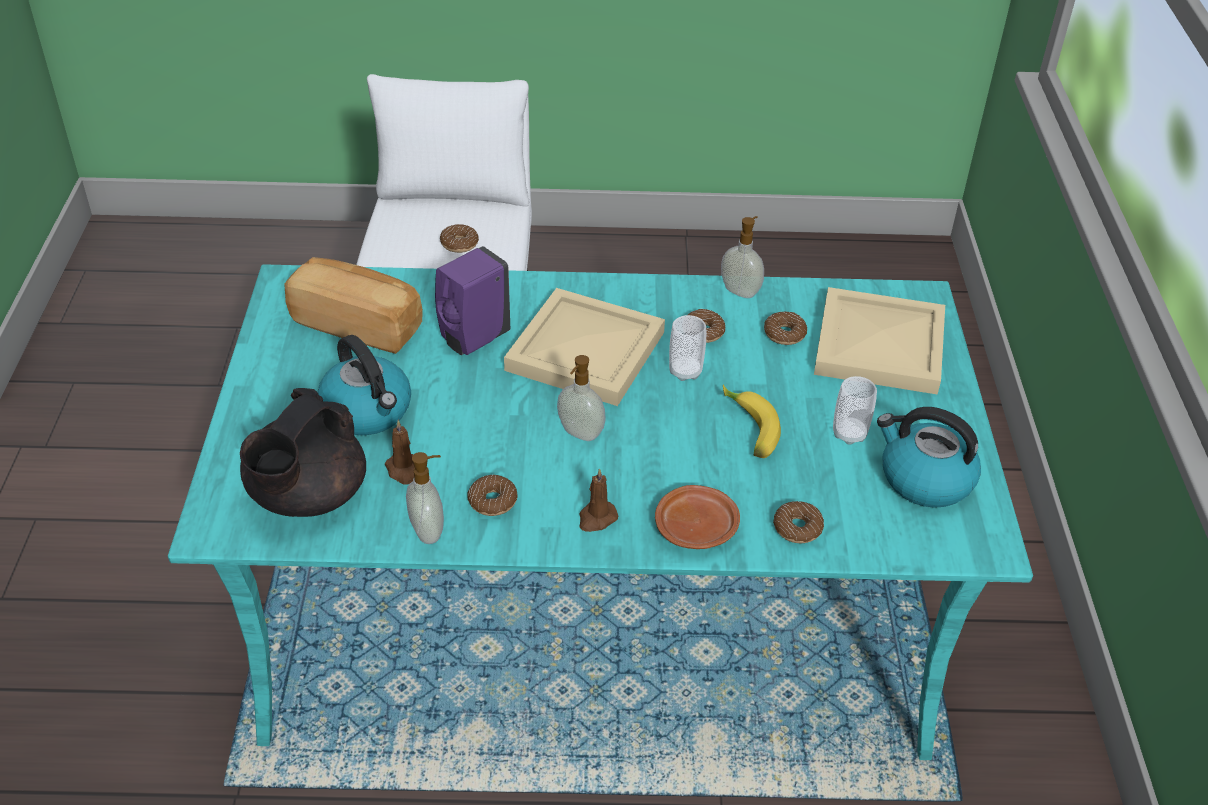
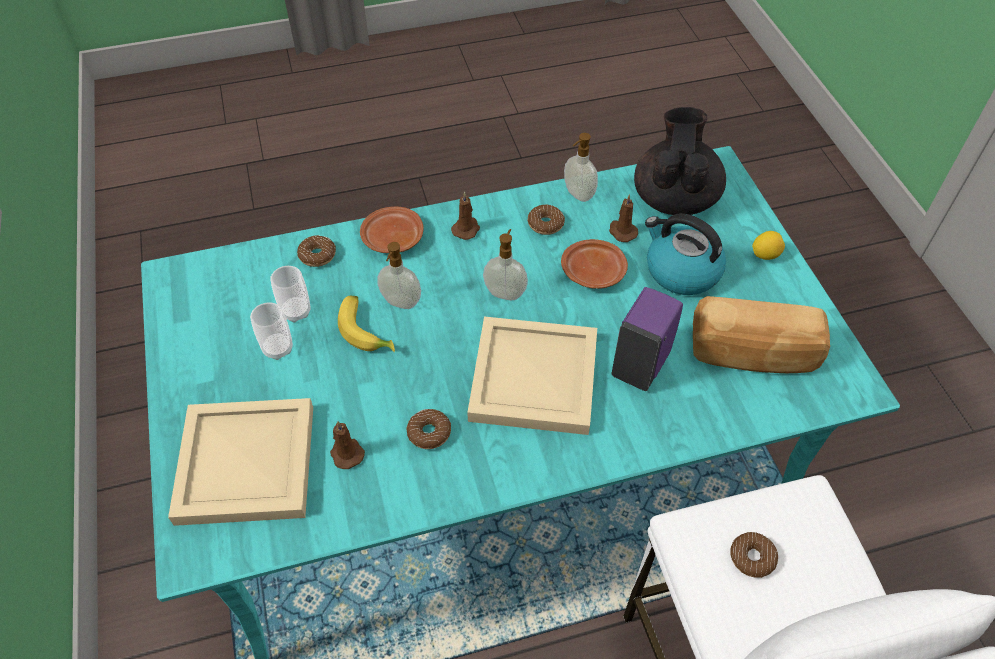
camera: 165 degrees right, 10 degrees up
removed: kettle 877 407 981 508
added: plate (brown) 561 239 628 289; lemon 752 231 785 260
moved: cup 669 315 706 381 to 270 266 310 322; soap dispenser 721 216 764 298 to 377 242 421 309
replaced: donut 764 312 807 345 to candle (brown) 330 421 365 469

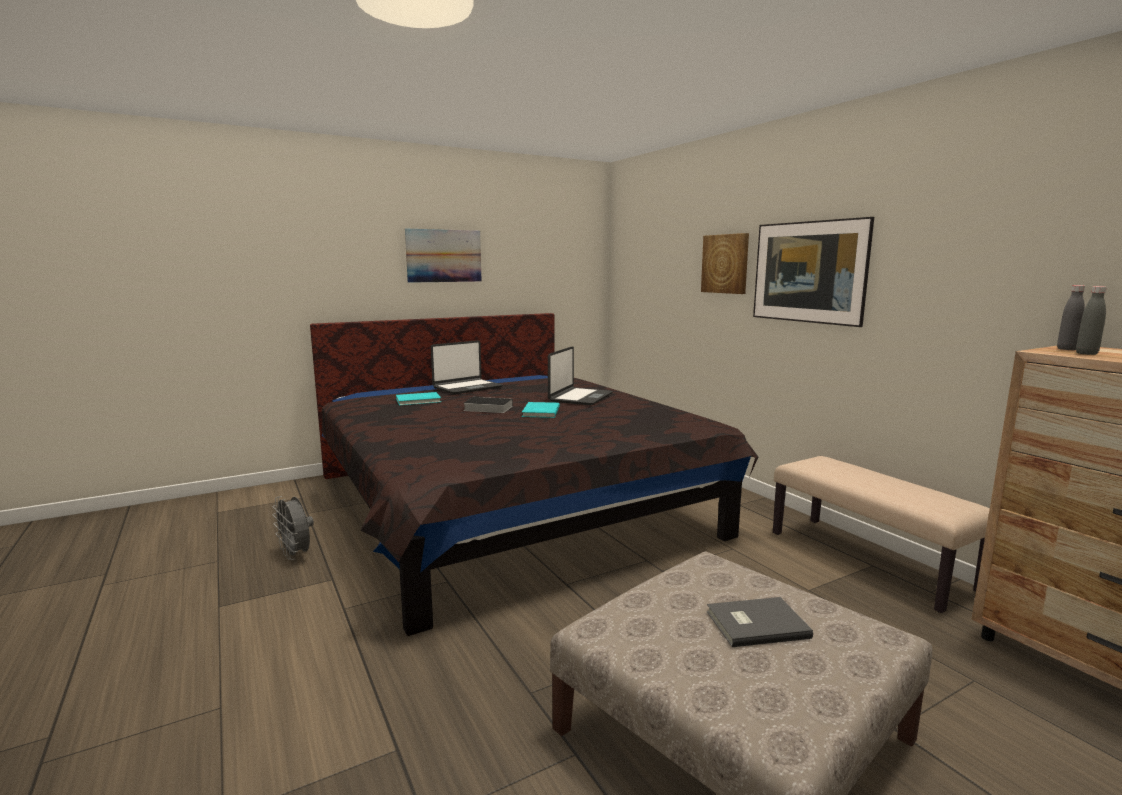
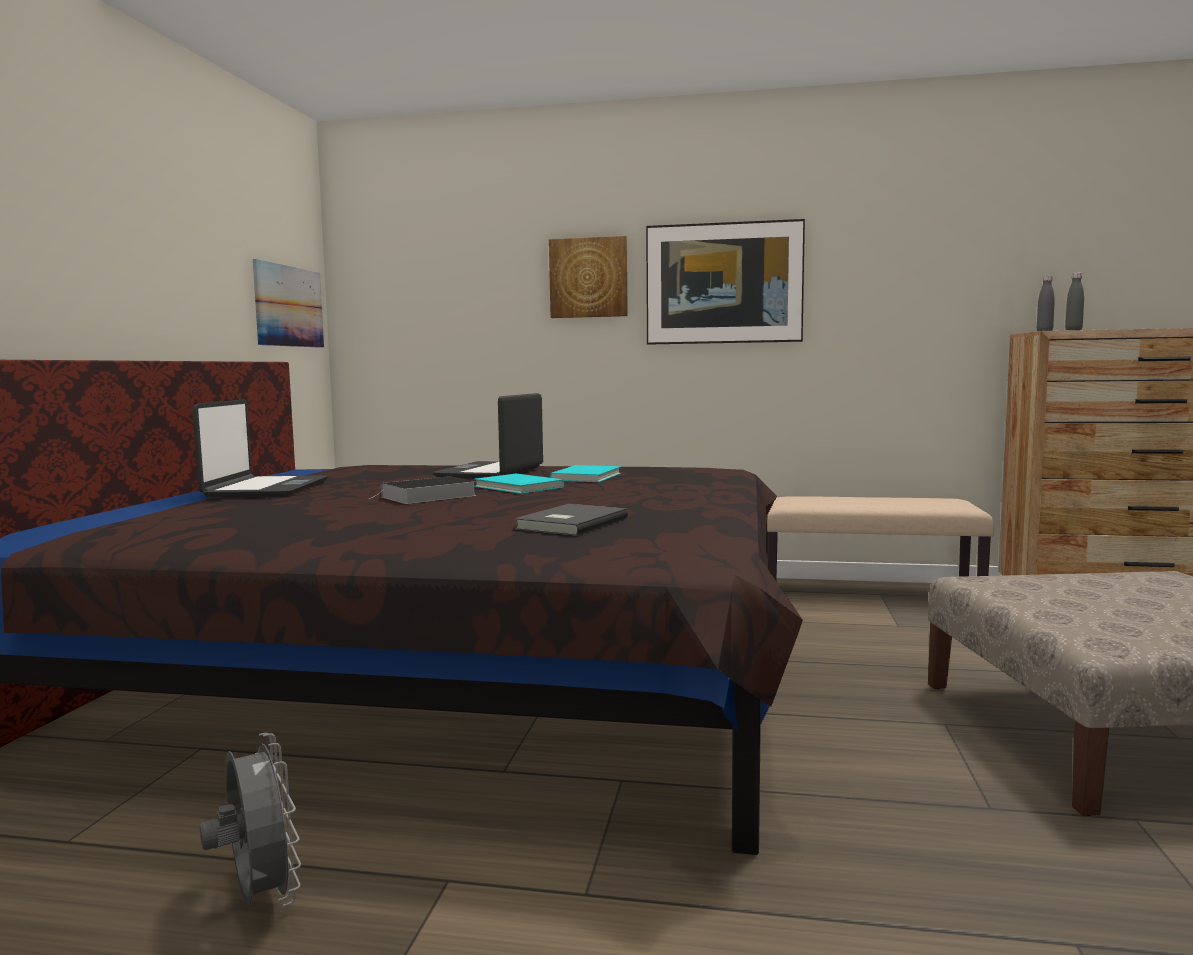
camera: 50 degrees left, 5 degrees down
moved: book (turquoise) 396 392 441 405 to 550 465 621 482; picture 405 228 482 283 to 253 259 324 348; book (grey) 707 597 813 647 to 514 504 628 536
turned: fan (grey) 272 496 314 560 = 200 733 301 907 120 degrees counterclockwise; laptop 548 346 613 406 = 433 393 543 479 135 degrees counterclockwise

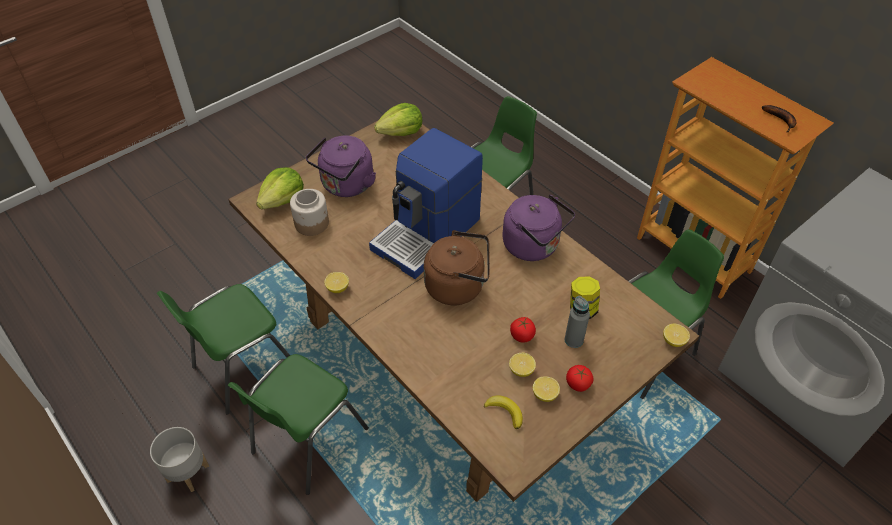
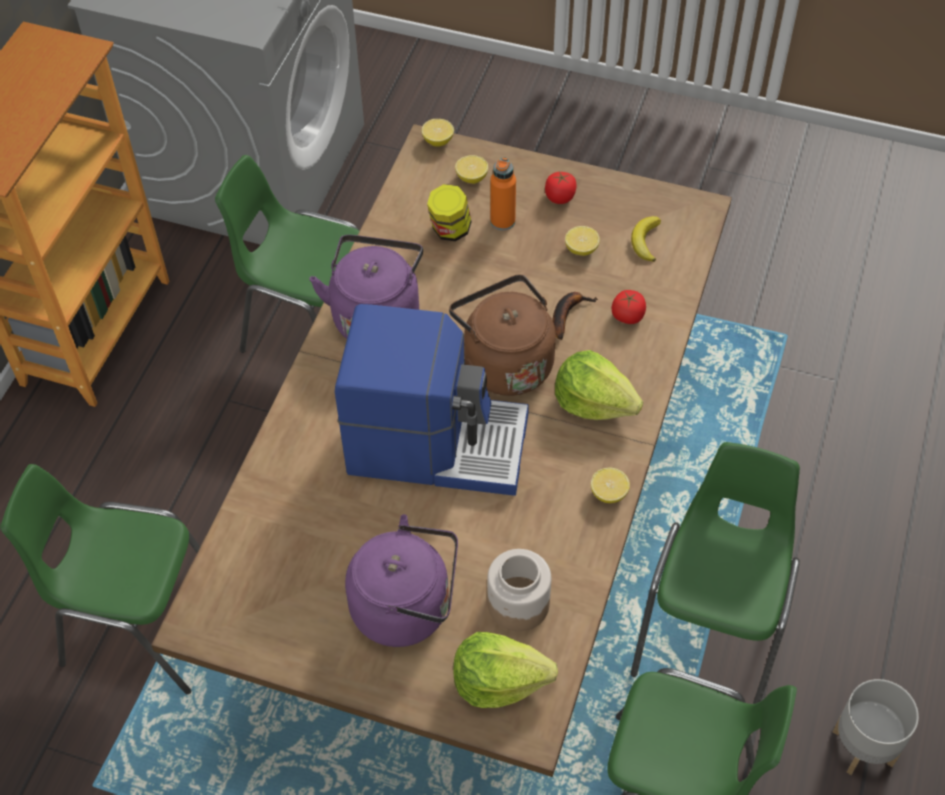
camera: 120 degrees left, 5 degrees up
moved: lettuce 374 103 422 136 to 555 350 643 420; tomato 510 317 536 343 to 612 290 646 324; lemon 533 376 560 402 to 455 155 488 184; banana 762 105 796 132 to 552 292 598 340
recoloured: bottle (grey) 565 296 590 348 to bottle (orange) 490 157 516 230
turned: chair (green) 228 354 369 495 = 631 442 800 704 75 degrees counterclockwise

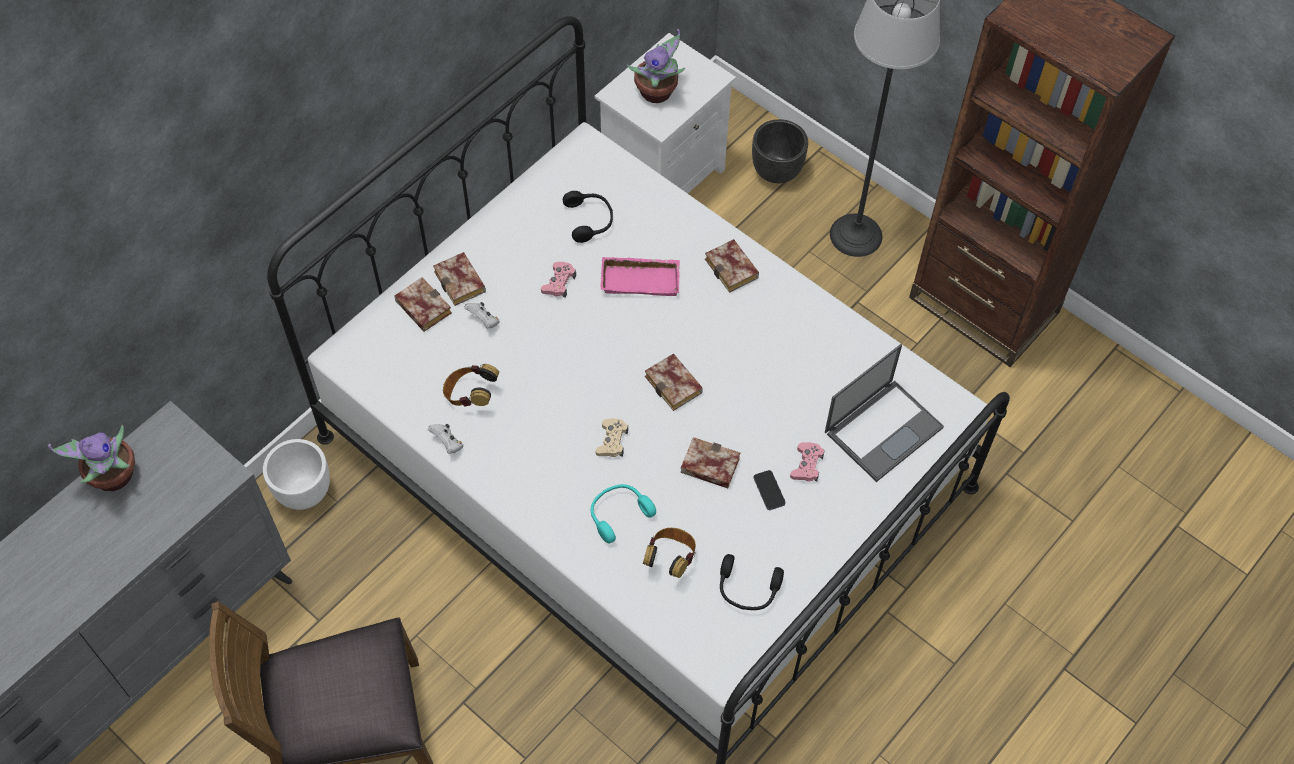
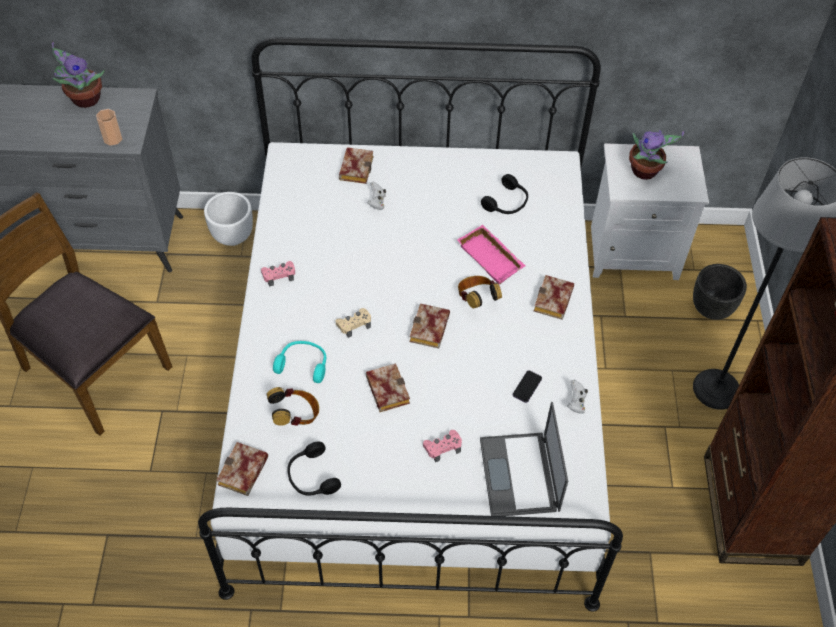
camera: 50 degrees right, 5 degrees down
added: cup 96 109 122 146
moved: game controller (white) 428 424 463 454 to 568 380 588 414; book 433 252 486 306 to 216 442 268 496; headphones 443 364 499 406 to 458 276 502 308; game controller (pink) 541 262 576 298 to 261 261 295 287; phone 754 470 786 510 to 513 370 542 403
turned: laptop 825 344 944 482 = 480 402 568 516 75 degrees clockwise

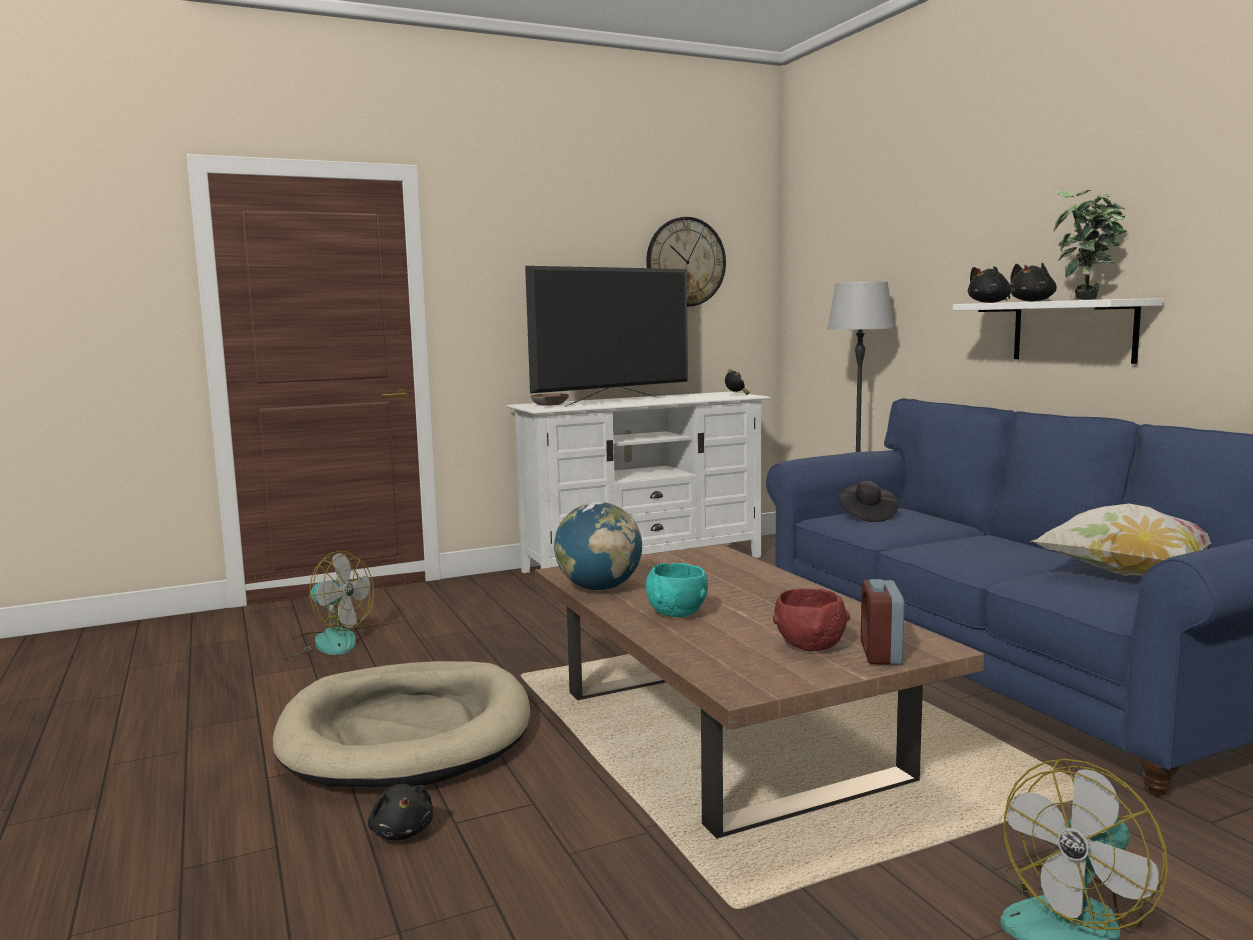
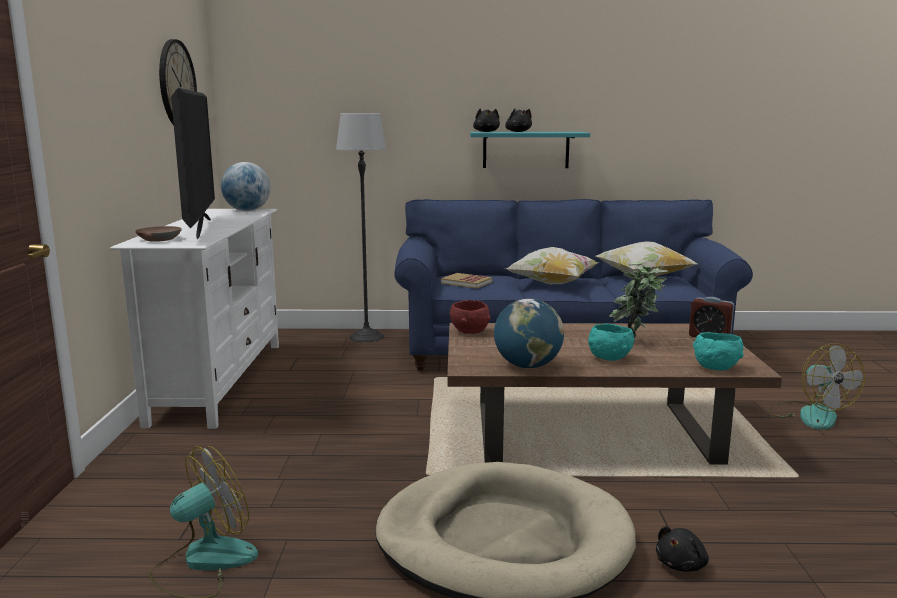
camera: 65 degrees left, 5 degrees up
added: pillow 506 247 599 285; bowl (turquoise) 693 332 744 370
moved: bowl (red) 773 588 850 652 to 450 300 491 334; potted plant 1053 189 1127 300 to 609 262 668 339
replaced: alarm clock 725 369 750 395 to globe 221 162 271 211; hat (black) 838 481 899 522 to book 441 273 492 289
recoloured: shelf (white) 953 298 1164 364 to shelf (turquoise) 470 132 590 168
turned: plush toy (black) 368 784 433 840 = 656 526 709 572 135 degrees clockwise

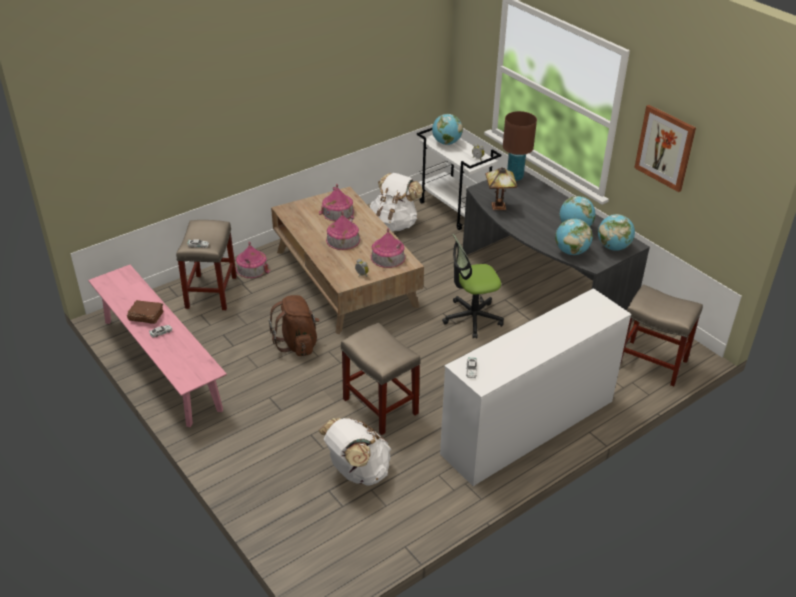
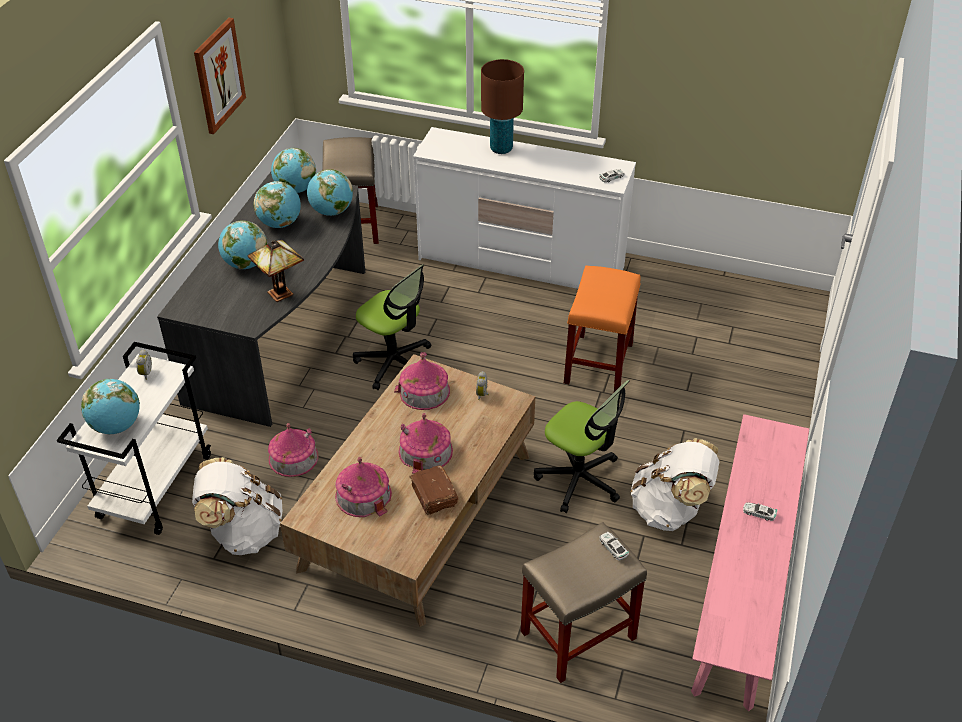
camera: 125 degrees left, 5 degrees up
added: globe 218 221 267 269
moved: book (brown) 127 300 163 324 to 409 465 458 515; toy house 236 242 271 278 to 268 423 319 477; backpack (white) 318 418 391 485 to 631 438 719 531; table lamp (brown) 503 111 537 181 to 481 59 524 154
replaced: backpack (brown) 269 295 320 356 to office chair 534 380 629 513
recoloured: stool (beige) 341 323 421 435 to stool (orange) 564 266 641 392

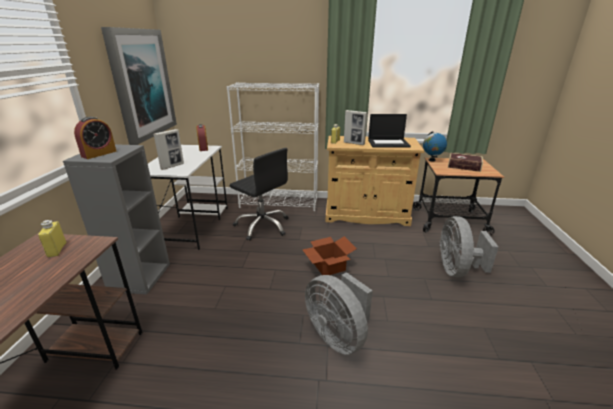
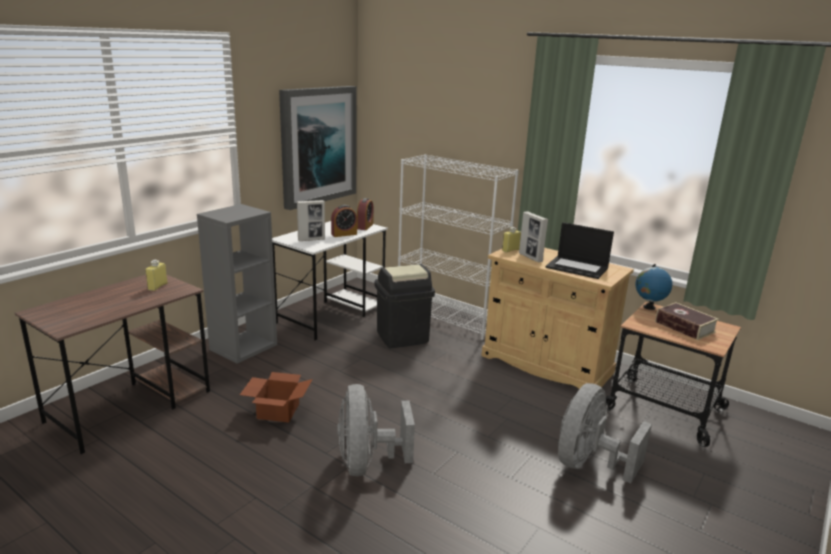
camera: 30 degrees right, 5 degrees down
moved: alarm clock 74 117 117 159 to 331 205 357 237; cardboard box 302 236 357 275 to 240 372 313 422
replaced: office chair (black) 230 148 289 241 to trash can (black) 375 264 435 348

